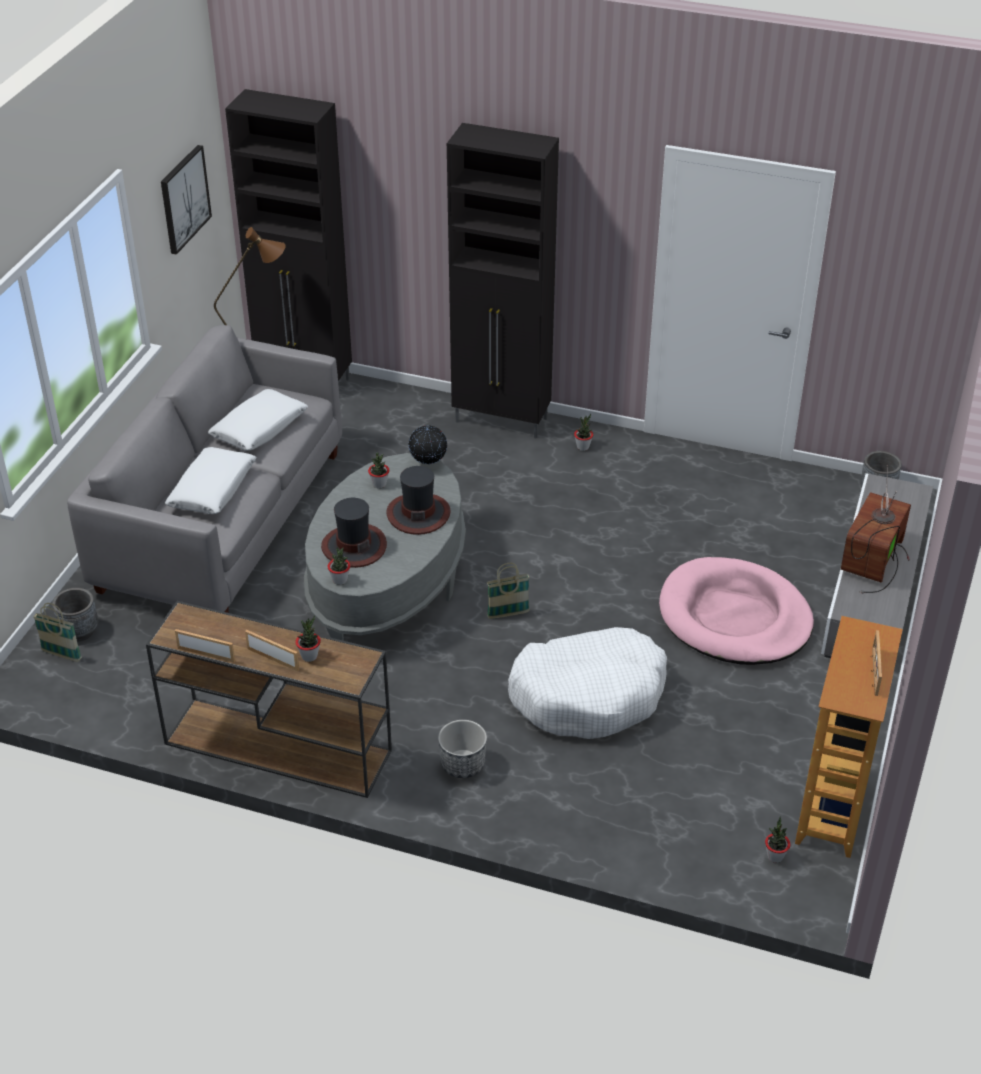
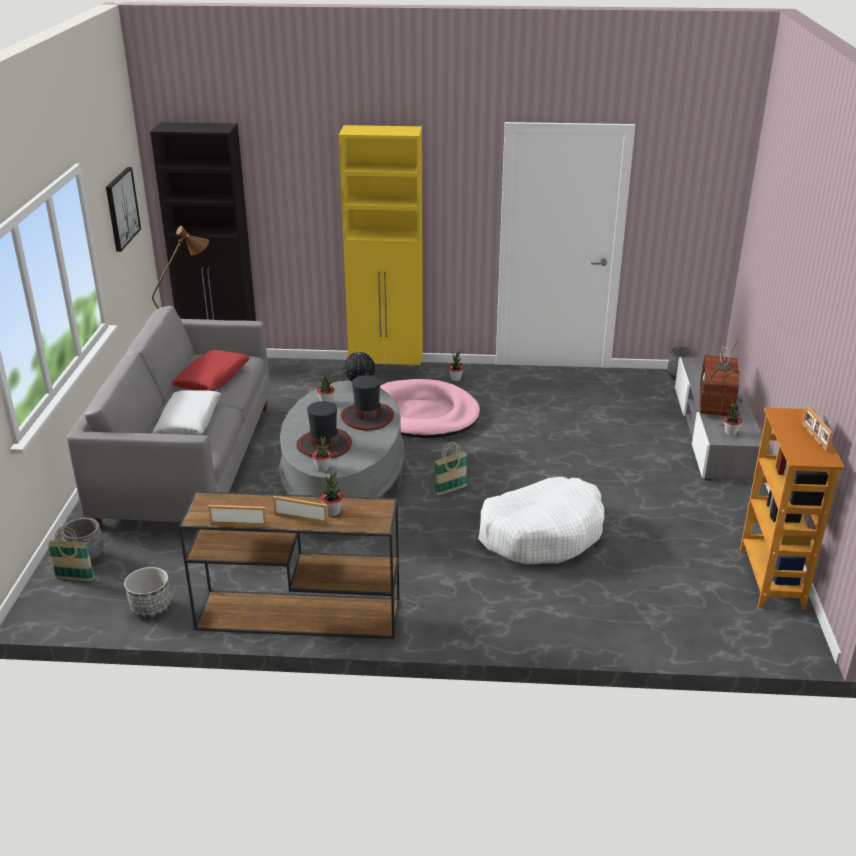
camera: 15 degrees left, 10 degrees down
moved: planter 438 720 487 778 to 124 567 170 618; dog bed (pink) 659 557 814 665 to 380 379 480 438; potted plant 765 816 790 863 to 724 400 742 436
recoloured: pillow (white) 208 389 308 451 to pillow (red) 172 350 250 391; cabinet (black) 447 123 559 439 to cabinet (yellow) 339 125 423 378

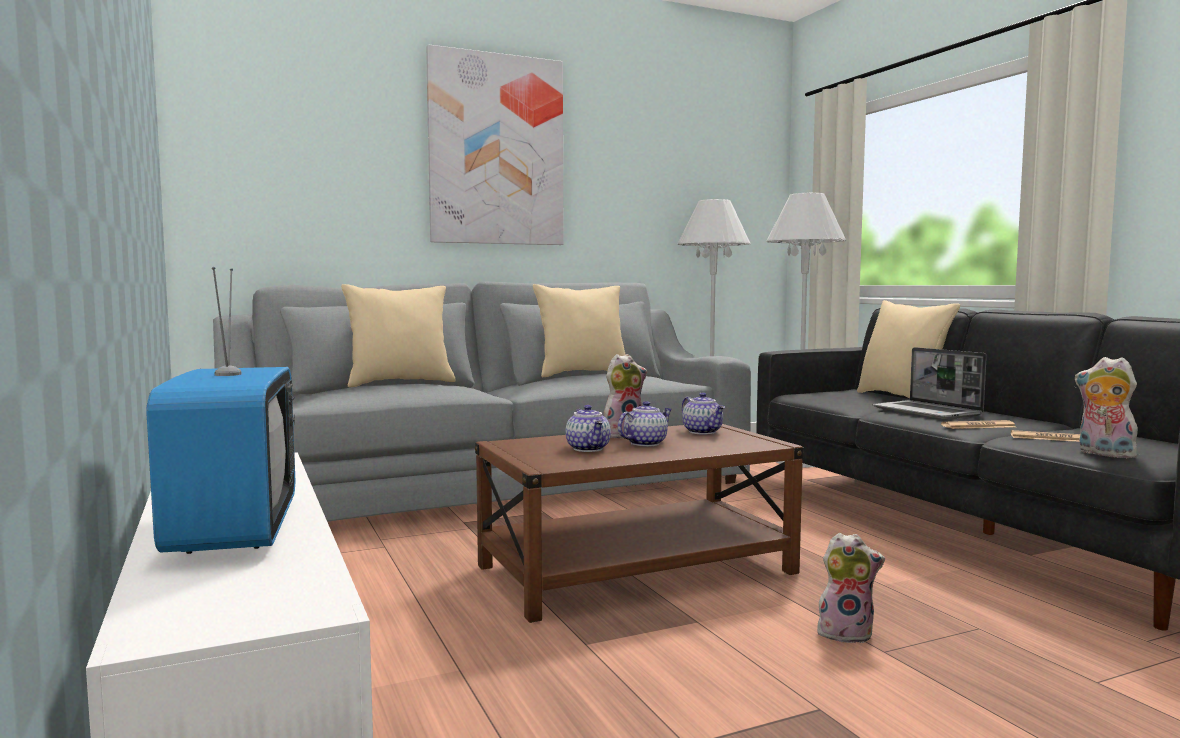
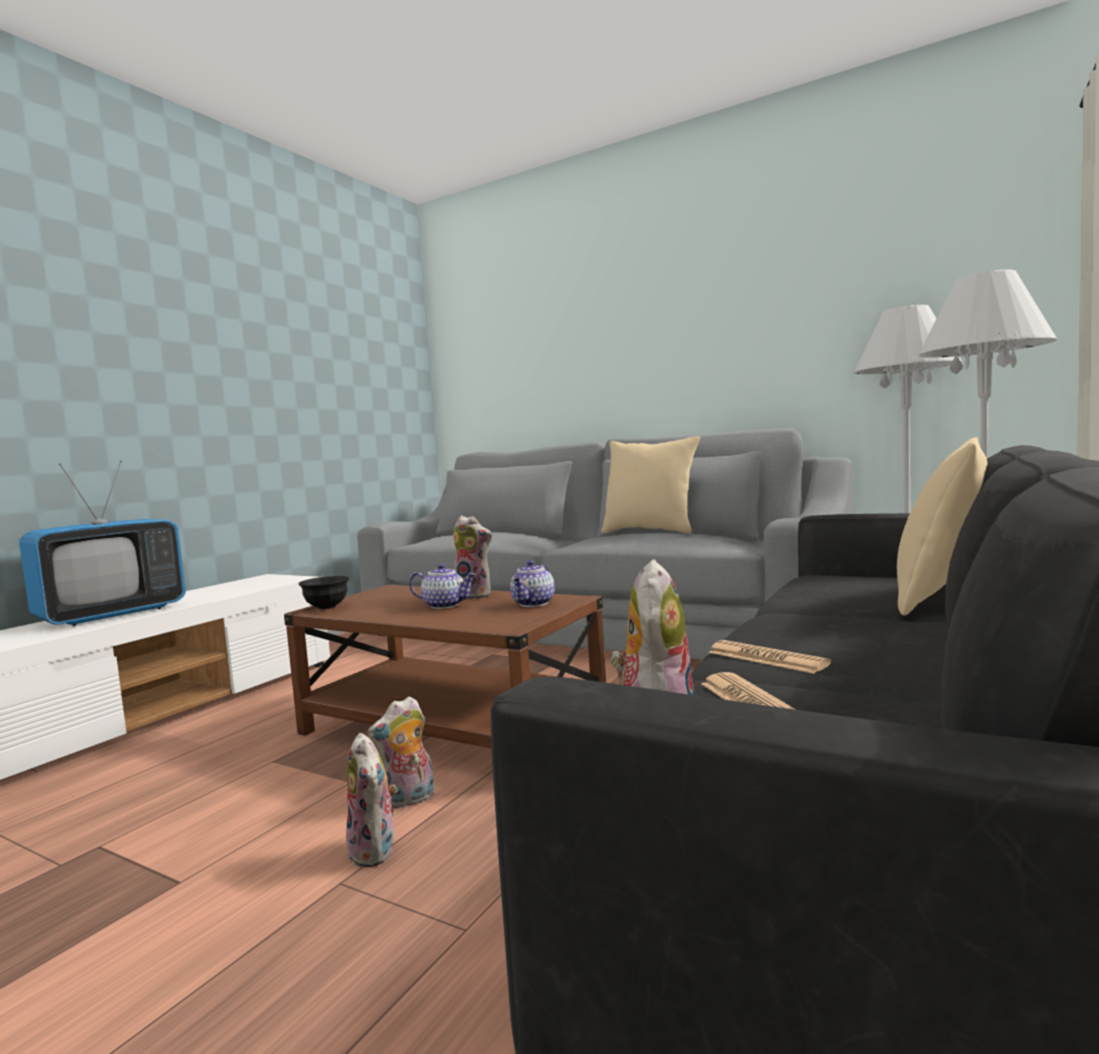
camera: 55 degrees right, 0 degrees up
removed: pillow (beige) 341 284 456 387; picture 426 44 563 245; teapot 566 405 611 452; laptop 872 347 987 419
added: bowl (black) 299 576 349 609; plush toy 367 696 434 809

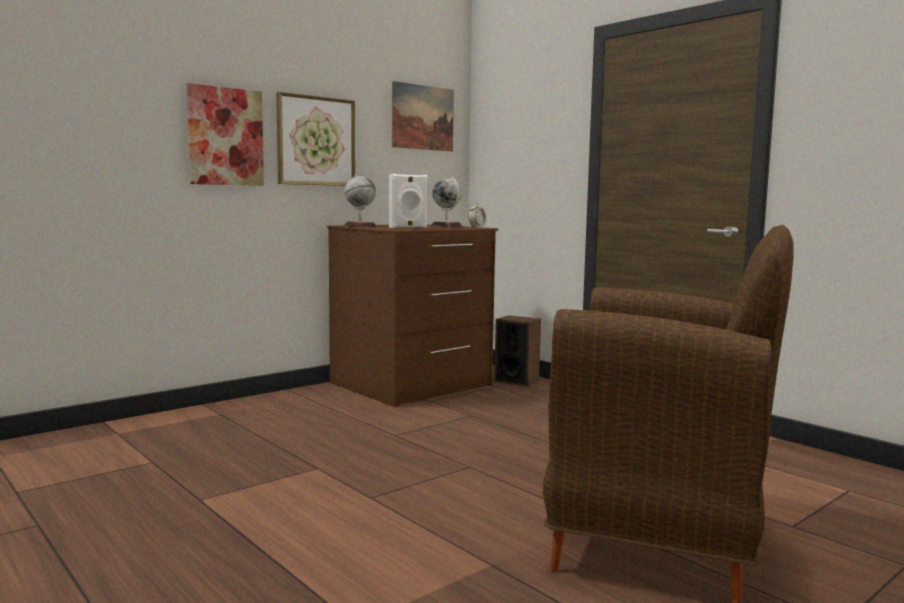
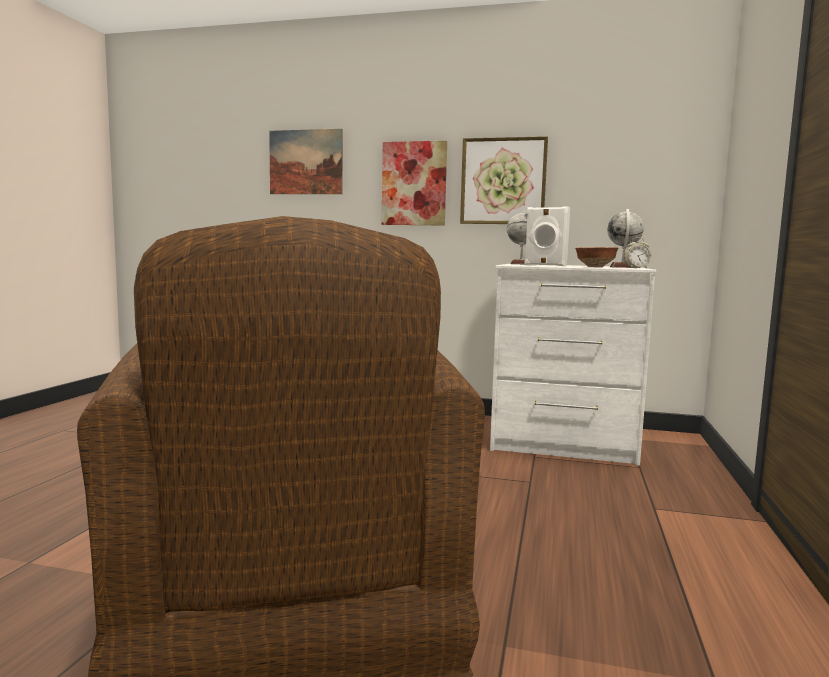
camera: 55 degrees right, 0 degrees up
removed: speaker 494 315 541 387
added: bowl 575 247 618 267
moved: picture 392 81 454 151 to 269 129 343 194
recoloured: dresser (brown) 327 224 498 407 to dresser (white) 490 264 656 466

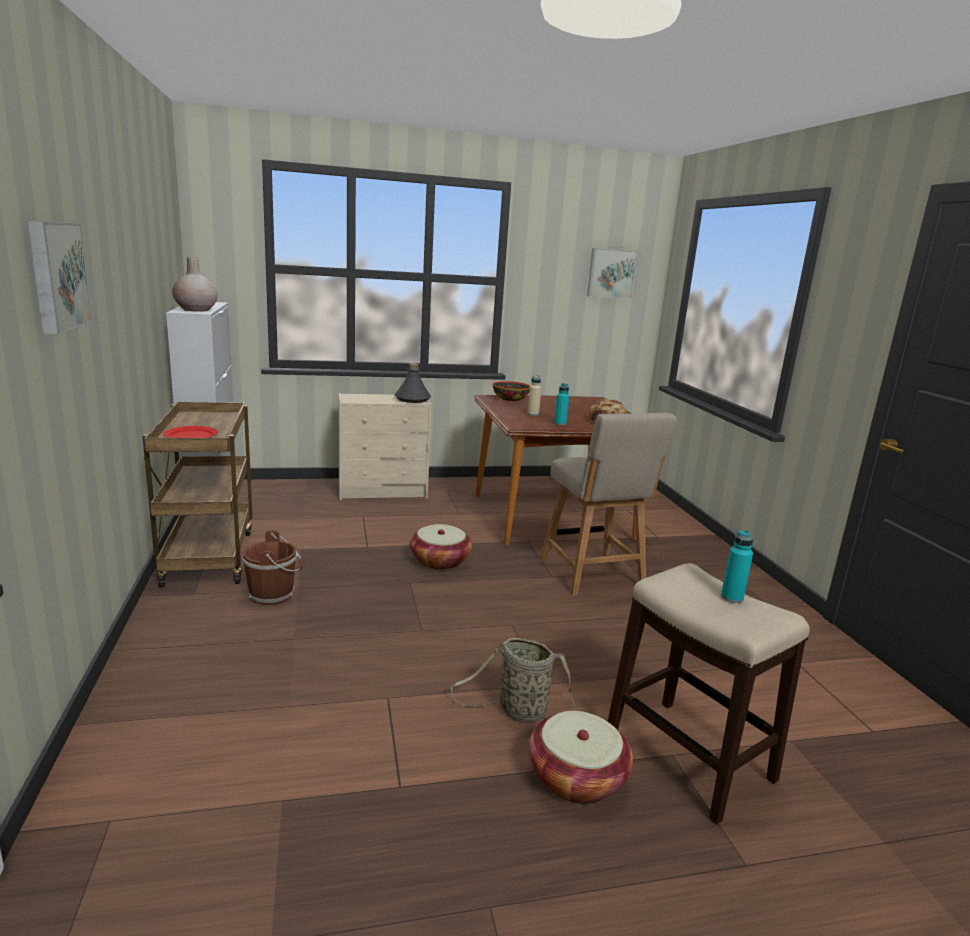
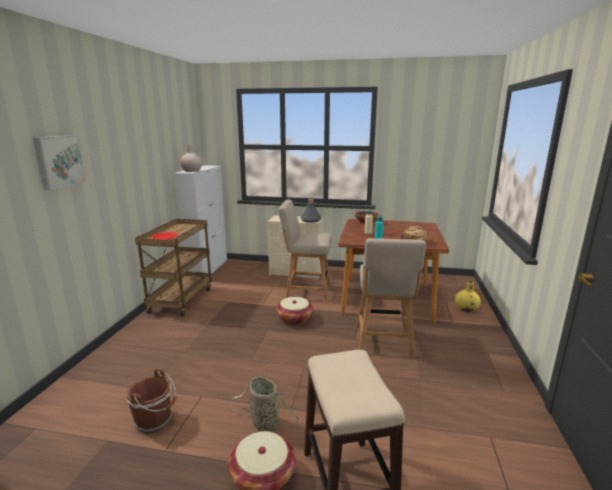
camera: 25 degrees right, 0 degrees up
removed: picture 587 248 638 299; bottle (turquoise) 721 530 753 603
added: chair (beige) 278 200 332 302; vase (yellow) 455 281 481 312
moved: bucket (brown) 242 530 303 605 to 126 368 177 433

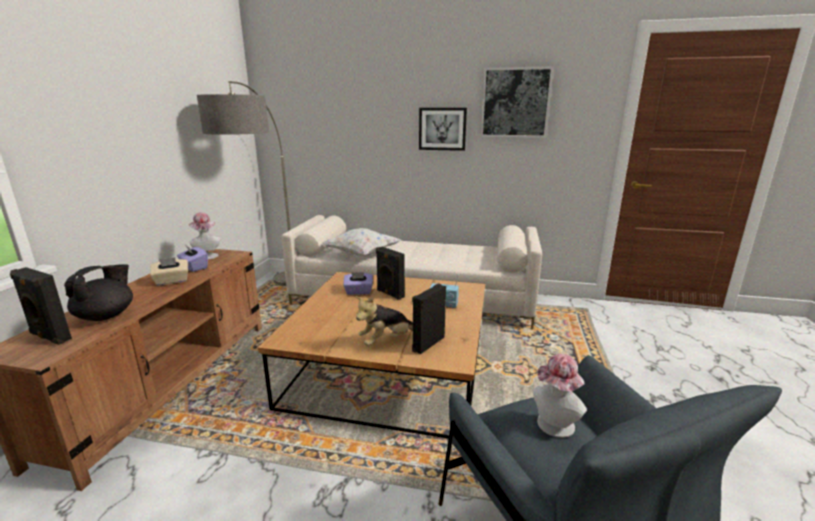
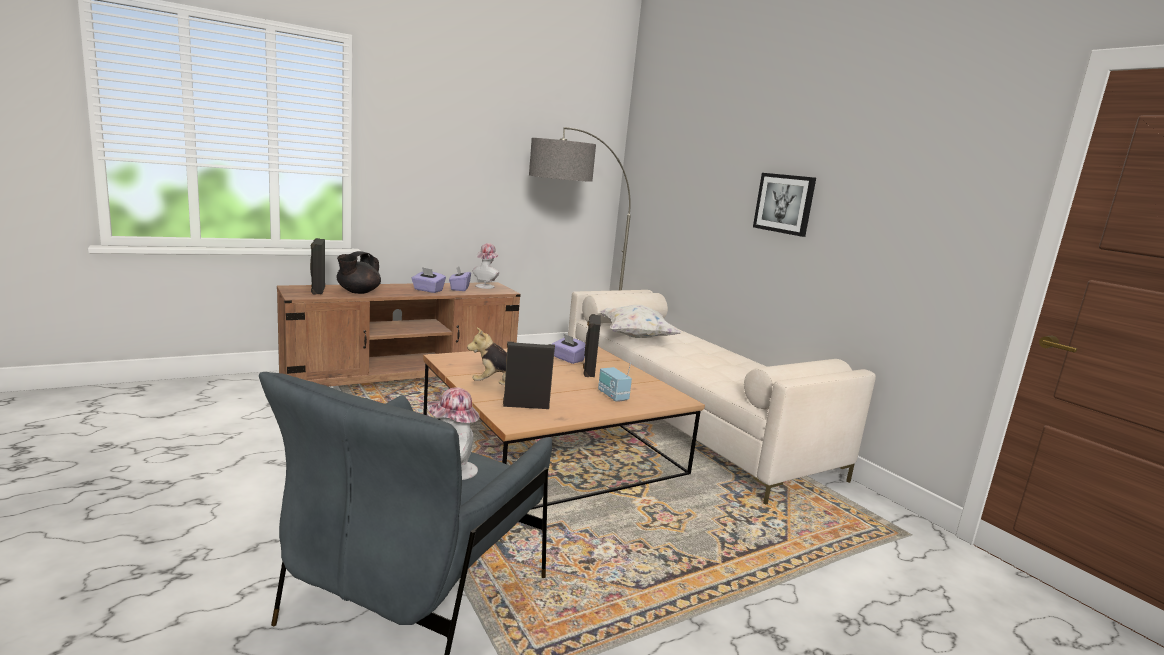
camera: 45 degrees right, 5 degrees down
removed: picture 480 66 554 138
recoloured: tissue box (beige) 150 258 188 286 to tissue box (purple) 411 267 446 293
turned: teapot (black) 64 264 133 321 = 337 251 381 294 135 degrees clockwise

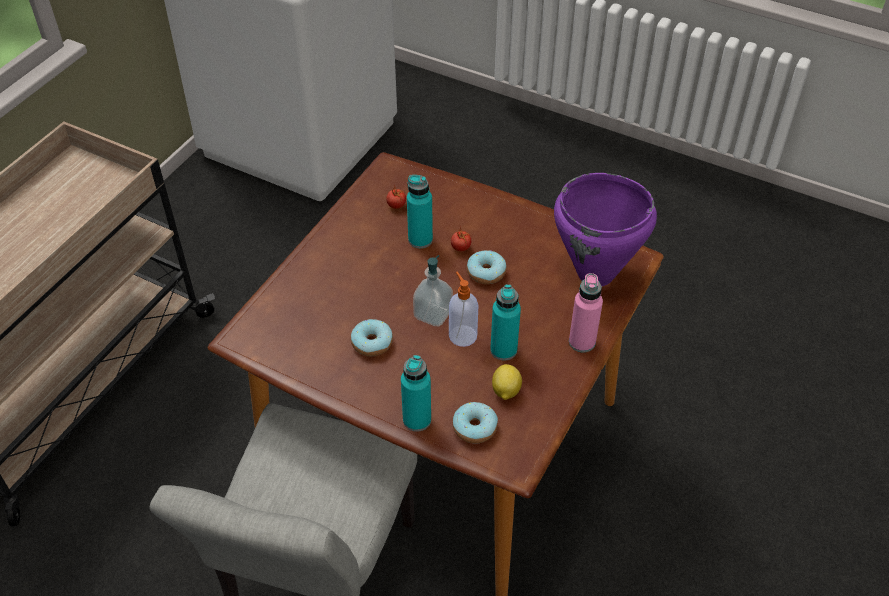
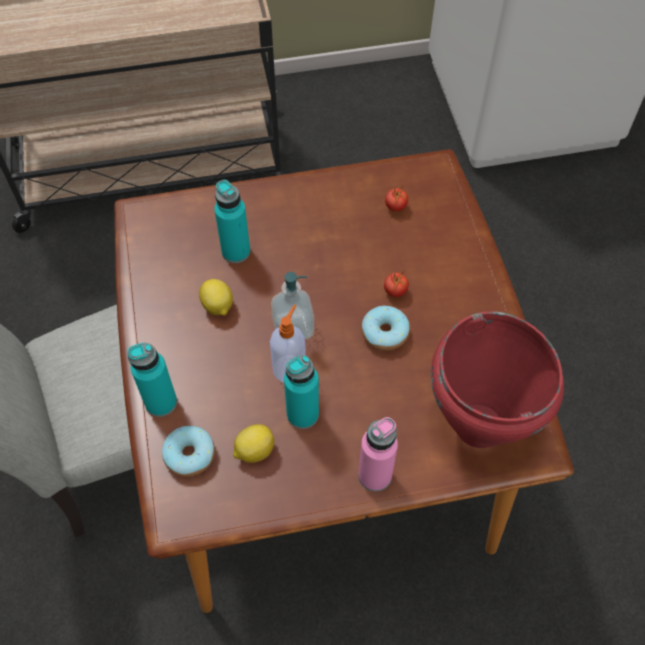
camera: 50 degrees right, 10 degrees up
moved: bottle (turquoise) 407 175 433 248 to 214 180 250 263
replaced: donut 351 319 393 356 to lemon 199 279 233 316
recoloured: cooking pot (purple) 554 173 657 286 to cooking pot (red) 431 311 564 448

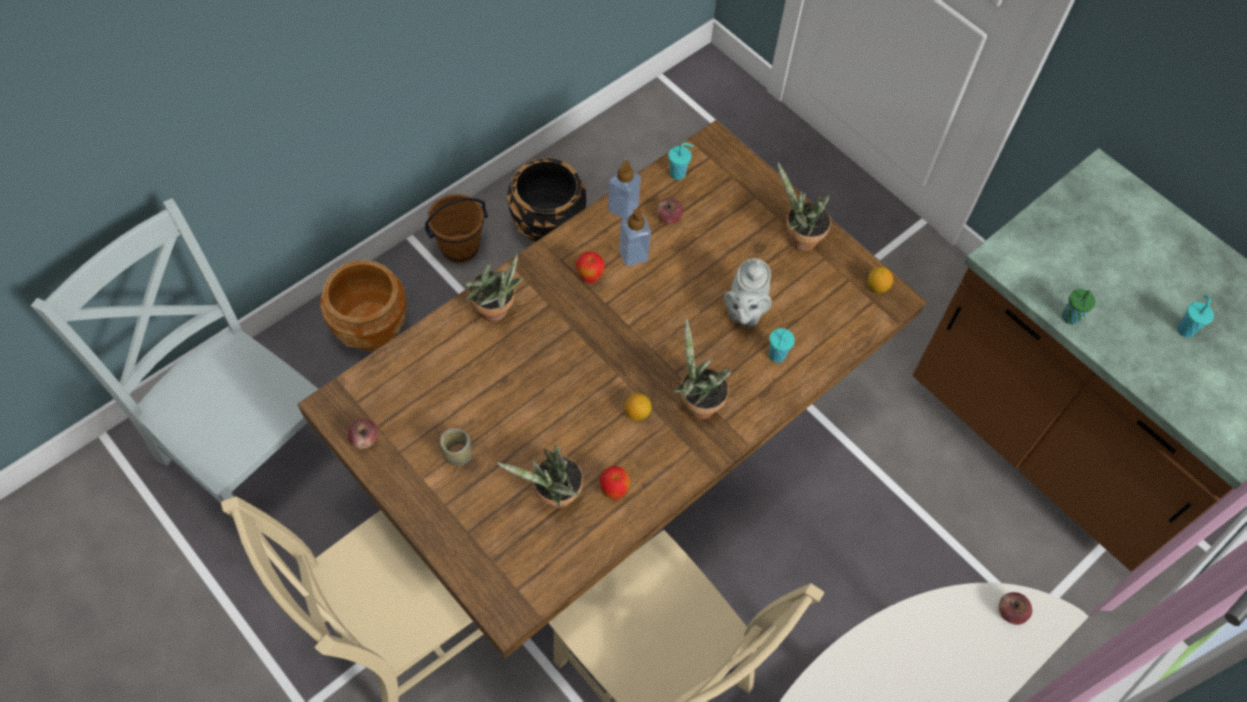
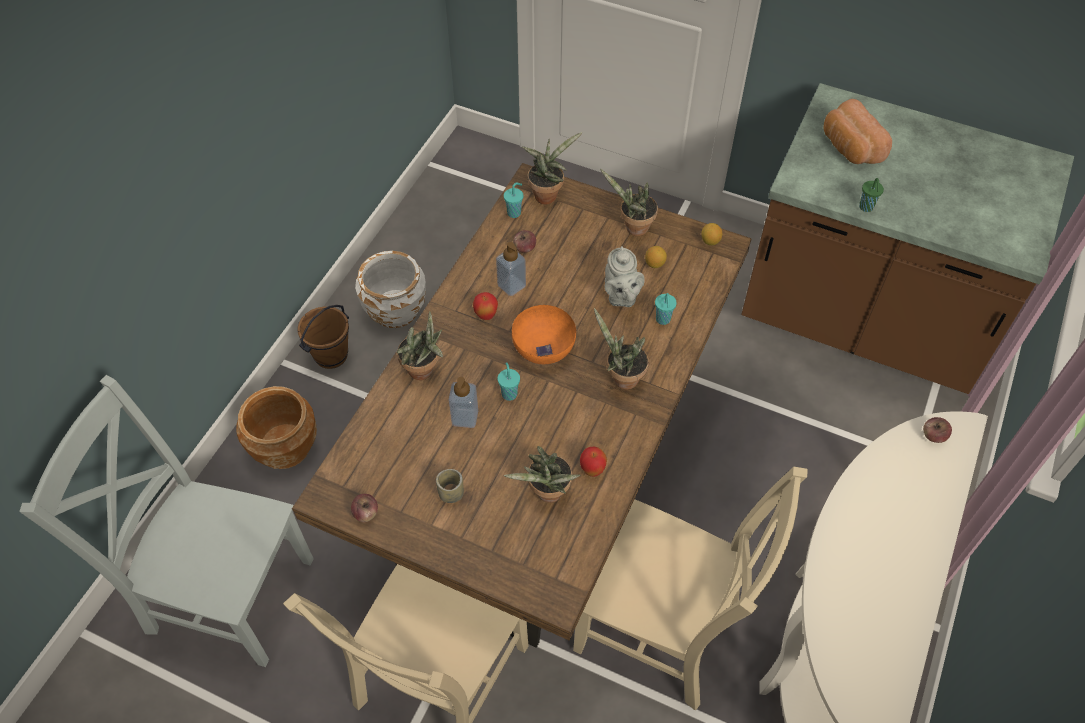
camera: 20 degrees left, 5 degrees down
added: bowl (orange) 512 305 576 364; potted plant 522 132 582 204; bread 824 99 892 164
moved: soap dispenser 608 161 641 218 to 449 377 478 428; lemon 625 393 651 421 to 645 246 667 268; cup (turquoise) 1177 295 1214 337 to 498 362 520 401
recoloured: planter (black) 507 158 586 243 to planter (white) 355 251 426 328

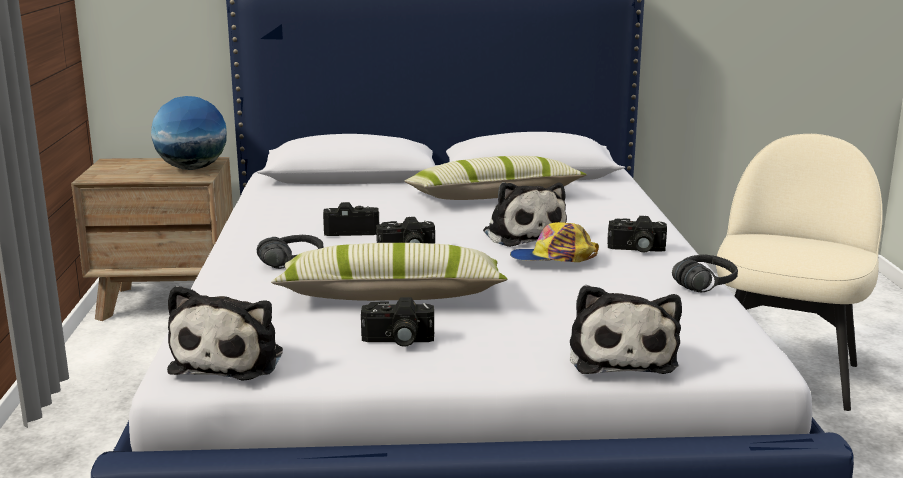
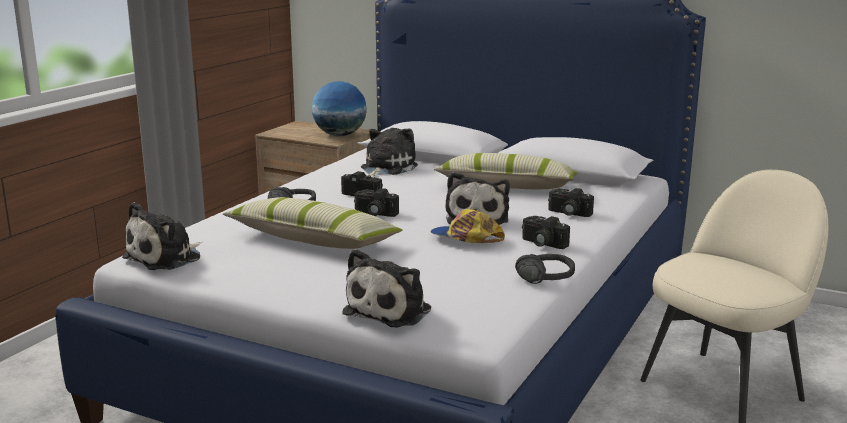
camera: 30 degrees right, 0 degrees up
added: plush toy 361 128 418 177
moved: photo camera 361 297 434 347 to 548 188 594 217

